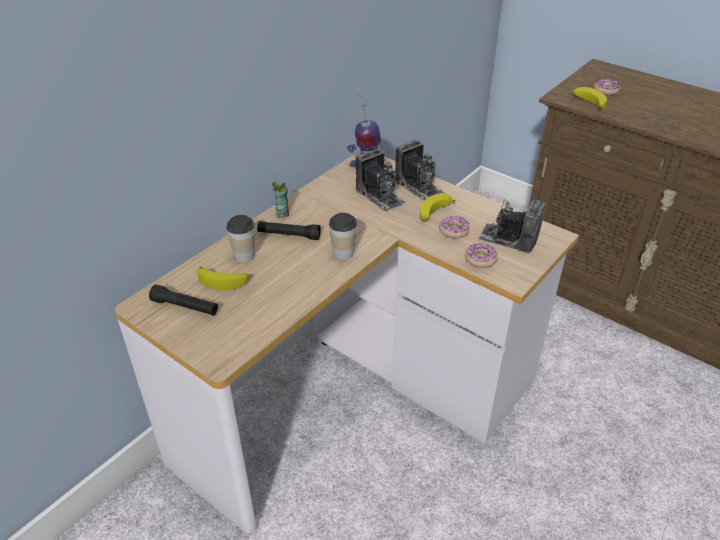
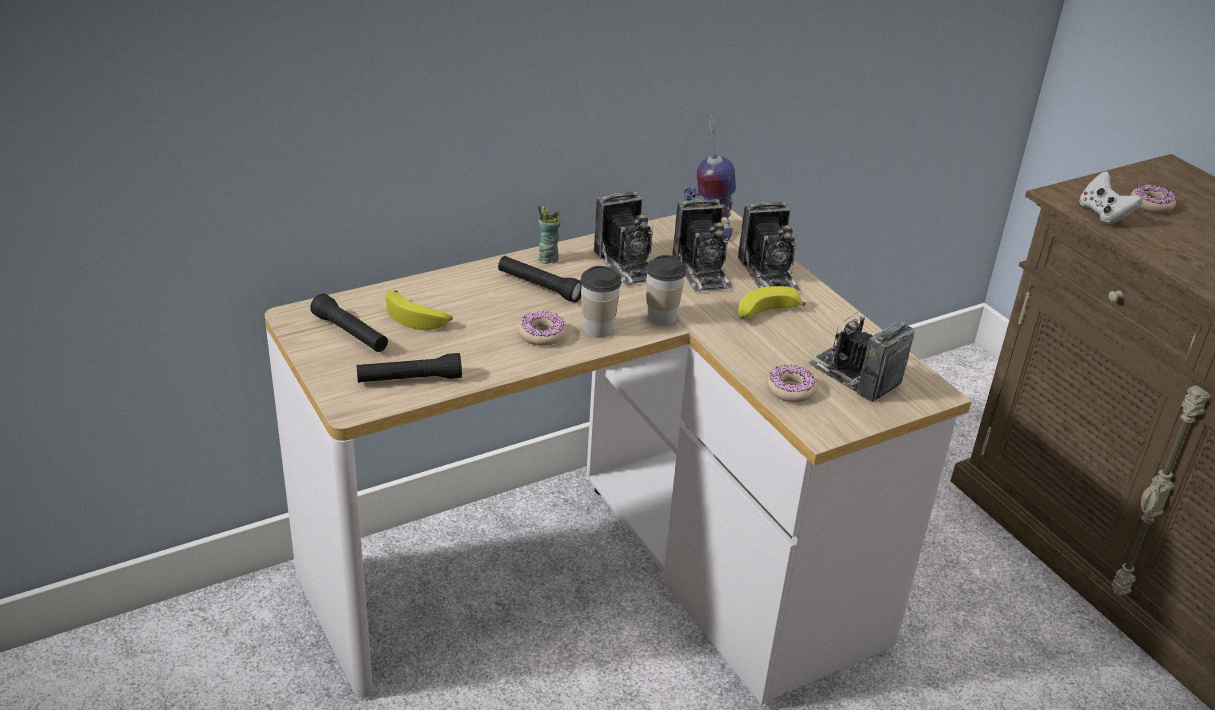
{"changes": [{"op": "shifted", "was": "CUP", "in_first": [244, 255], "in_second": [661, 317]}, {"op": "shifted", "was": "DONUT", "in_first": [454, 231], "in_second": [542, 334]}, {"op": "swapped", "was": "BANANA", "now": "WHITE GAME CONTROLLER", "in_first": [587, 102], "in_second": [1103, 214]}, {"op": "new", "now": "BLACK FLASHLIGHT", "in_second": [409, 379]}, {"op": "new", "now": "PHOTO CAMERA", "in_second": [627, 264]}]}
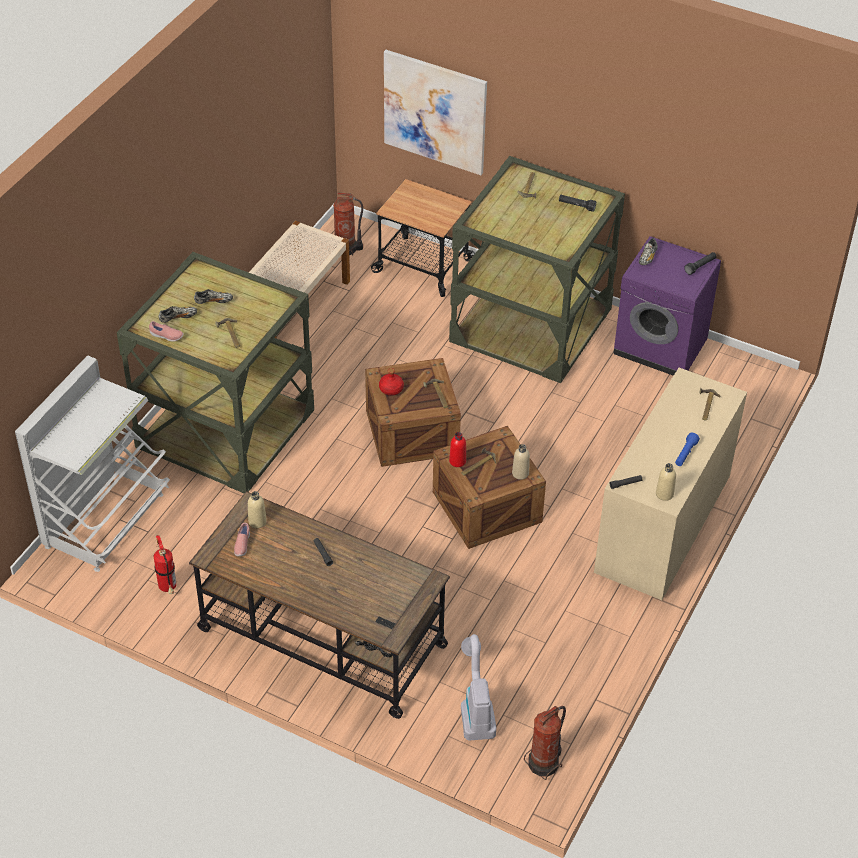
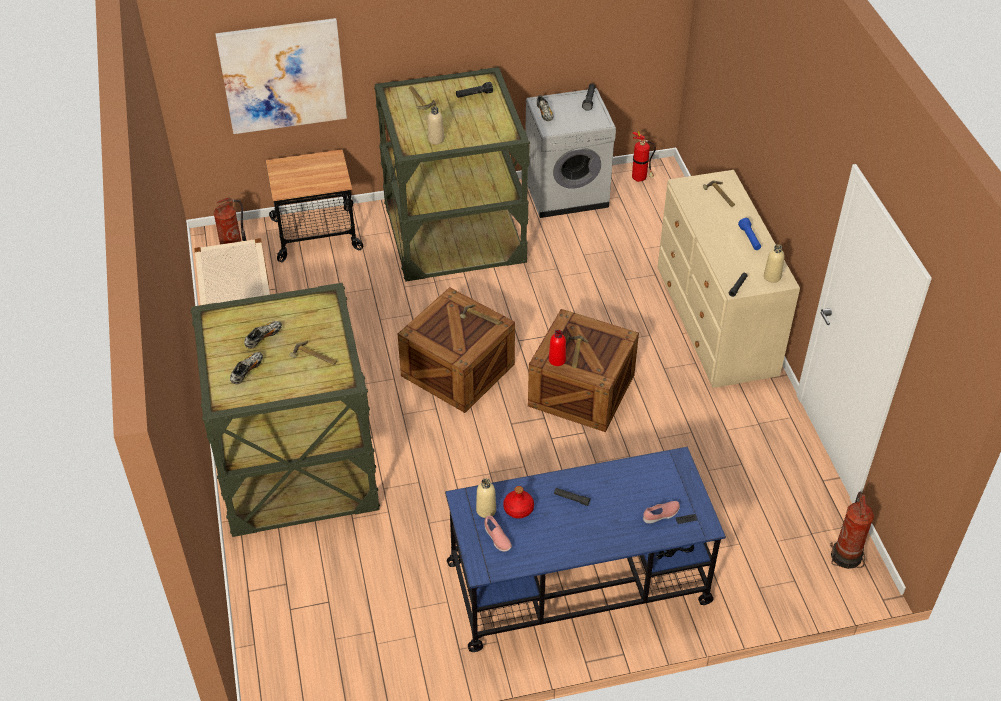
{"changes": [{"op": "gone", "was": "WHITE SHOE RACK", "in_first": [108, 522]}, {"op": "shifted", "was": "PINK SHOE", "in_first": [166, 336], "in_second": [661, 515]}, {"op": "shifted", "was": "FIRE EXTINGUISHER", "in_first": [168, 589], "in_second": [640, 179]}, {"op": "repainted", "was": "BROWN DESK", "now": "BLUE DESK", "in_first": [322, 638], "in_second": [578, 583]}, {"op": "shifted", "was": "RED BOTTLE", "in_first": [391, 389], "in_second": [519, 509]}, {"op": "gone", "was": "VACUUM CLEANER", "in_first": [475, 706]}, {"op": "shifted", "was": "BEIGE BOTTLE", "in_first": [520, 473], "in_second": [436, 139]}, {"op": "repainted", "was": "PURPLE WASHING MACHINE", "now": "WHITE WASHING MACHINE", "in_first": [659, 348], "in_second": [567, 194]}]}
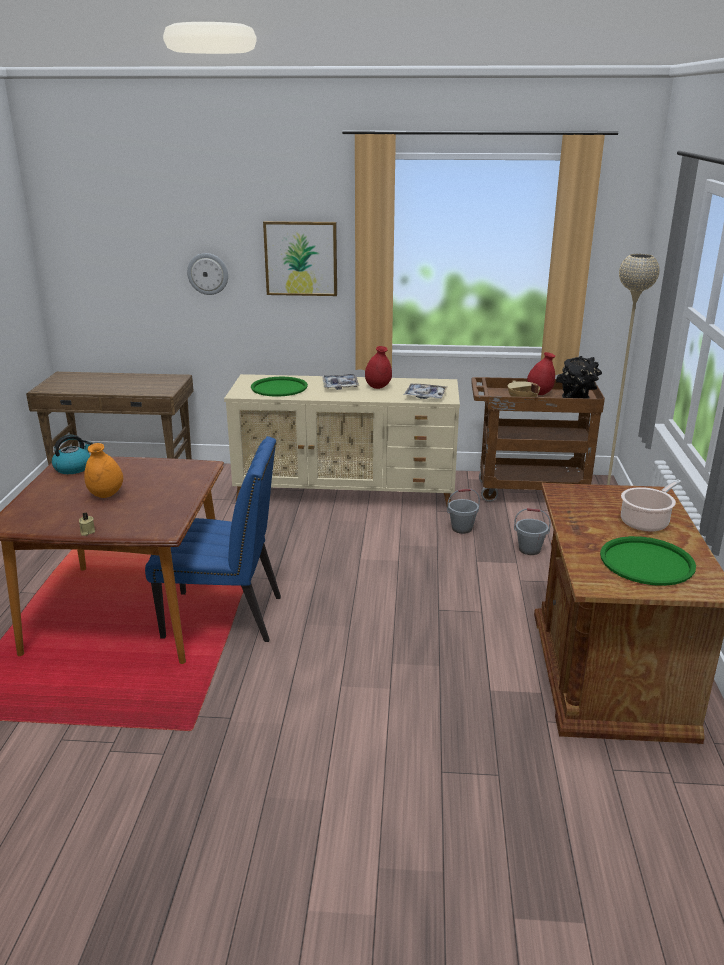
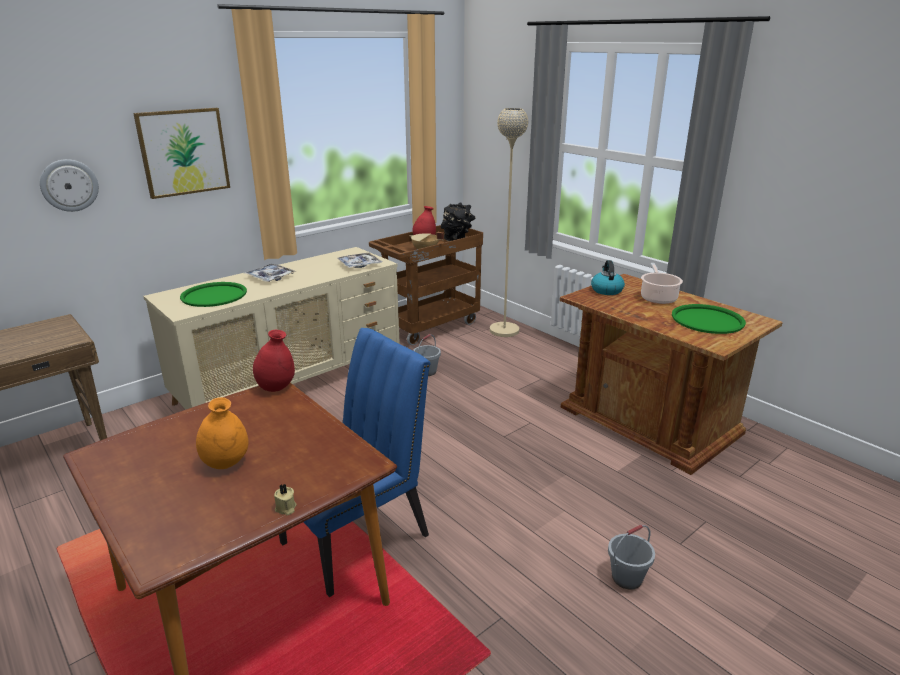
{"changes": [{"op": "shifted", "was": "KETTLE", "in_first": [73, 468], "in_second": [606, 290]}, {"op": "shifted", "was": "RED VASE", "in_first": [378, 387], "in_second": [276, 387]}, {"op": "shifted", "was": "GREY BUCKET", "in_first": [529, 549], "in_second": [626, 577]}]}
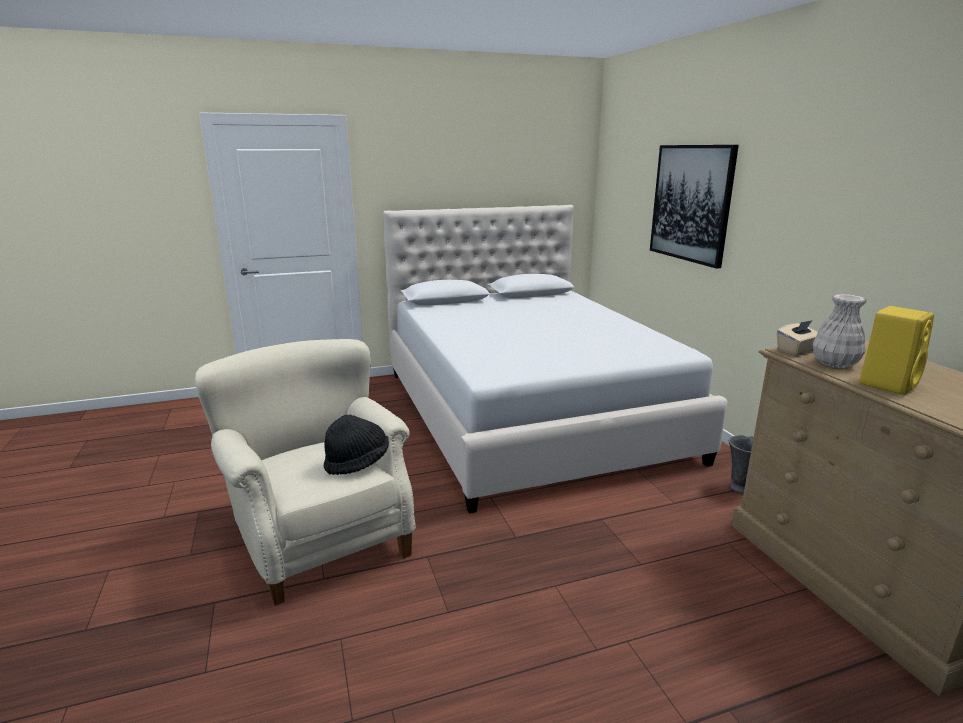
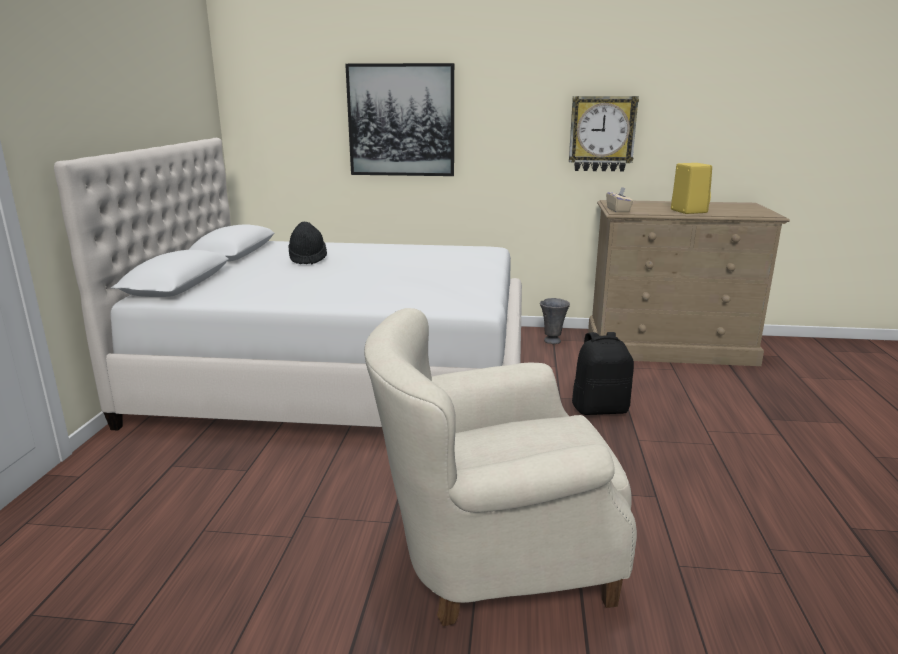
{"changes": [{"op": "shifted", "was": "BLACK HAT", "in_first": [357, 462], "in_second": [308, 259]}, {"op": "gone", "was": "WHITE VASE", "in_first": [835, 363]}, {"op": "new", "now": "WALL CLOCK", "in_second": [602, 134]}, {"op": "new", "now": "BLACK BACKPACK", "in_second": [600, 409]}]}
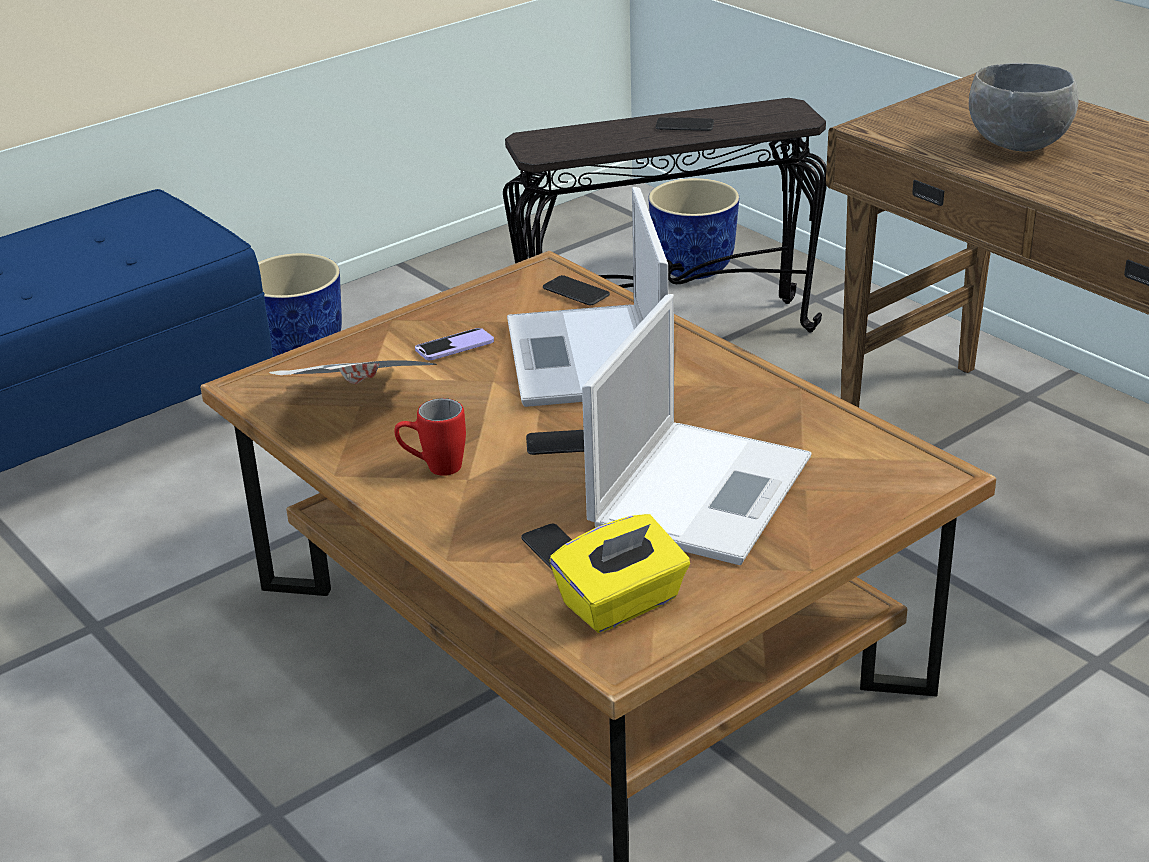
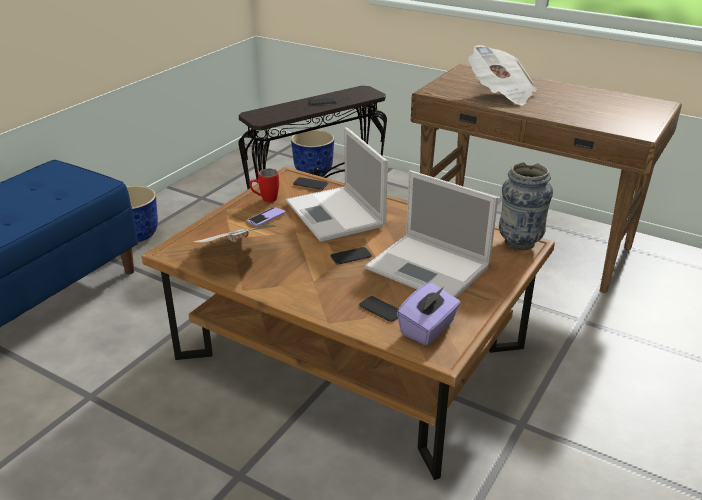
{"changes": [{"op": "shifted", "was": "RED MUG", "in_first": [433, 468], "in_second": [265, 200]}, {"op": "repainted", "was": "YELLOW TISSUE BOX", "now": "PURPLE TISSUE BOX", "in_first": [621, 603], "in_second": [428, 329]}, {"op": "rotated", "was": "LAPTOP", "in_first": [702, 490], "in_second": [430, 268], "clockwise": 120}, {"op": "swapped", "was": "GREY BOWL", "now": "NEWSPAPER", "in_first": [1018, 146], "in_second": [501, 93]}, {"op": "new", "now": "VASE", "in_second": [519, 242]}]}
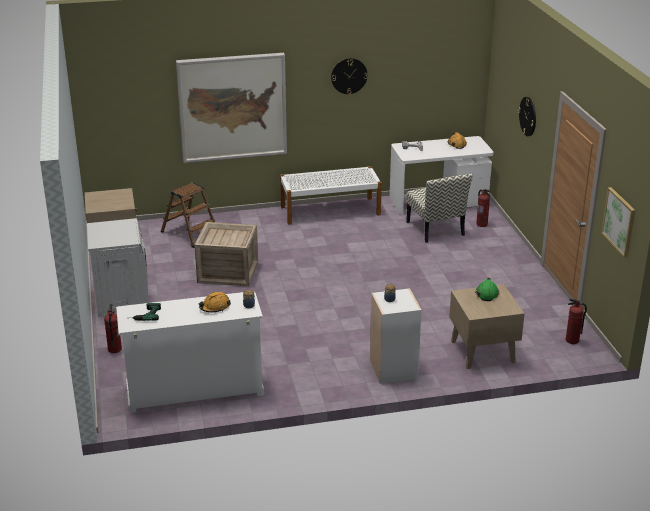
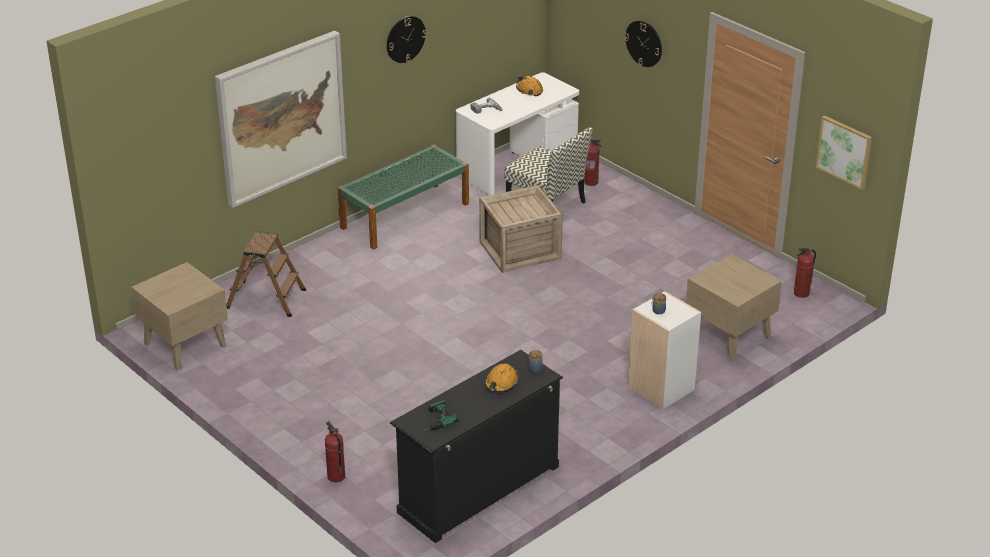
{"changes": [{"op": "gone", "was": "WHITE WASHING MACHINE", "in_first": [122, 300]}, {"op": "repainted", "was": "WHITE CABINET", "now": "BLACK CABINET", "in_first": [194, 390], "in_second": [478, 489]}, {"op": "shifted", "was": "CRATE", "in_first": [227, 272], "in_second": [519, 250]}, {"op": "repainted", "was": "WHITE BENCH", "now": "GREEN BENCH", "in_first": [330, 210], "in_second": [404, 215]}, {"op": "gone", "was": "GREEN HARD HAT", "in_first": [487, 294]}]}
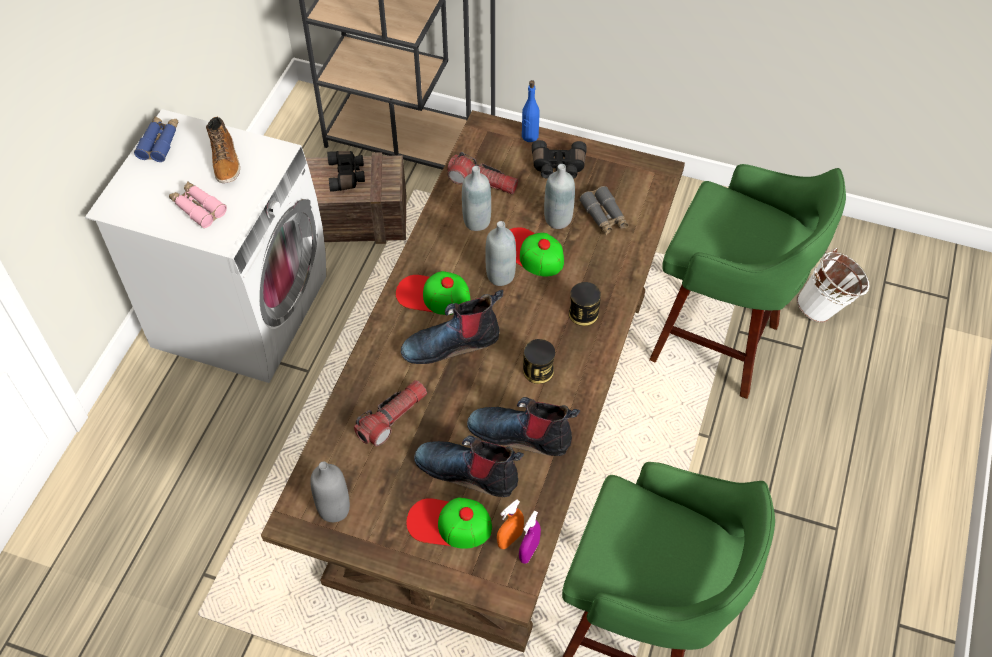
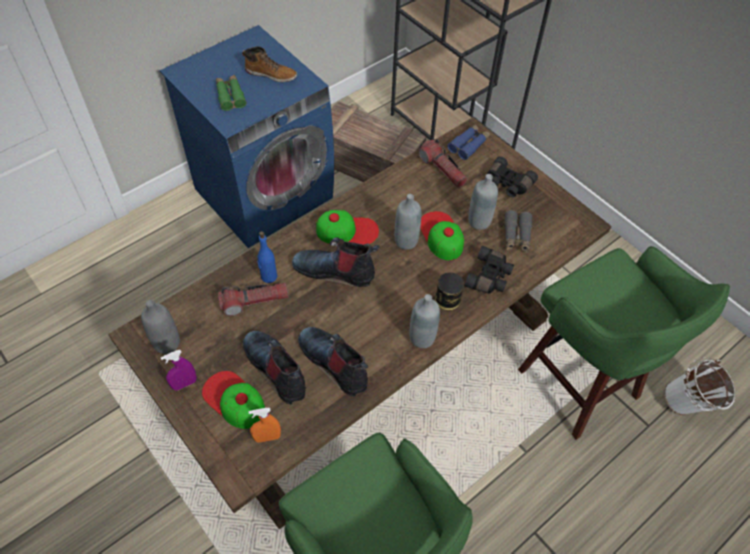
{"changes": [{"op": "repainted", "was": "WHITE WASHING MACHINE", "now": "BLUE WASHING MACHINE", "in_first": [239, 309], "in_second": [264, 191]}, {"op": "shifted", "was": "BLUE BINOCULARS", "in_first": [159, 143], "in_second": [469, 145]}, {"op": "repainted", "was": "PINK BINOCULARS", "now": "GREEN BINOCULARS", "in_first": [198, 208], "in_second": [230, 96]}, {"op": "rotated", "was": "BOOT", "in_first": [225, 161], "in_second": [271, 74], "clockwise": -90}, {"op": "shifted", "was": "BLACK BINOCULARS", "in_first": [347, 175], "in_second": [489, 277]}, {"op": "rotated", "was": "CAP", "in_first": [433, 295], "in_second": [347, 231], "clockwise": 135}, {"op": "shifted", "was": "GREY BOTTLE", "in_first": [476, 221], "in_second": [422, 338]}, {"op": "shifted", "was": "PURPLE SPRAY BOTTLE", "in_first": [529, 552], "in_second": [184, 384]}, {"op": "shifted", "was": "BLUE BOTTLE", "in_first": [529, 136], "in_second": [268, 276]}, {"op": "gone", "was": "CAN", "in_first": [538, 370]}]}
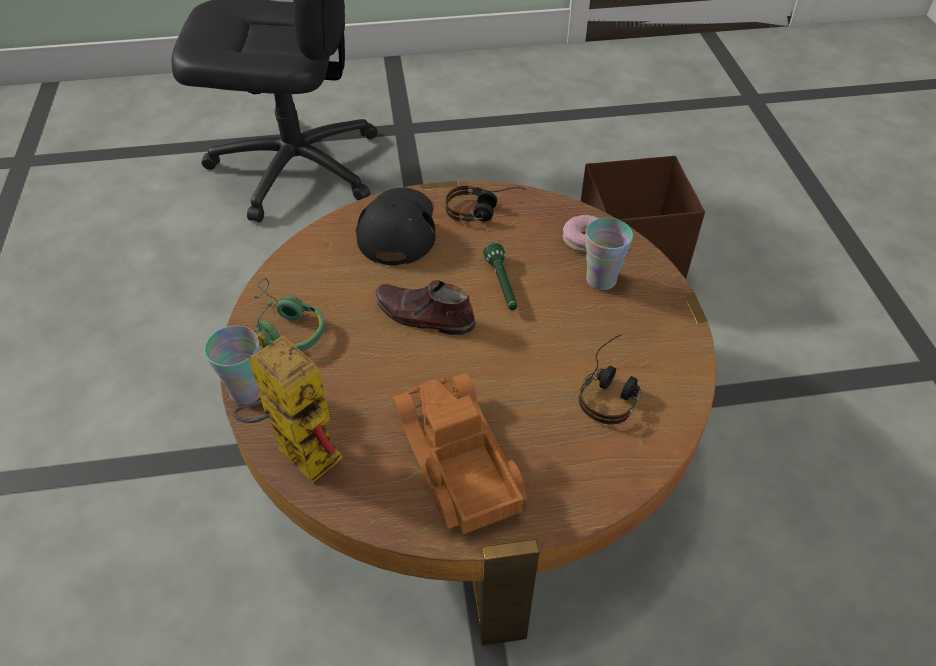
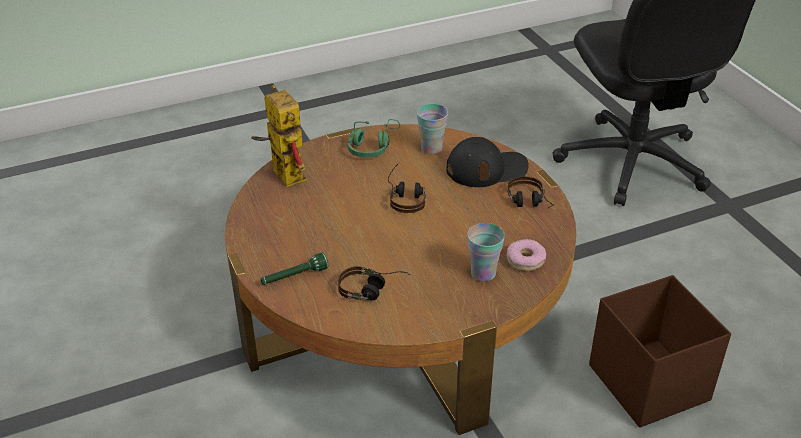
{"changes": [{"op": "shifted", "was": "CUP", "in_first": [247, 391], "in_second": [431, 148]}, {"op": "rotated", "was": "TOY ROBOT", "in_first": [296, 450], "in_second": [282, 172], "clockwise": -60}, {"op": "swapped", "was": "BROWN SHOE", "now": "HEADPHONES", "in_first": [423, 316], "in_second": [406, 196]}, {"op": "gone", "was": "TOY TRUCK", "in_first": [455, 460]}, {"op": "shifted", "was": "GREEN FLASHLIGHT", "in_first": [502, 285], "in_second": [294, 277]}]}
